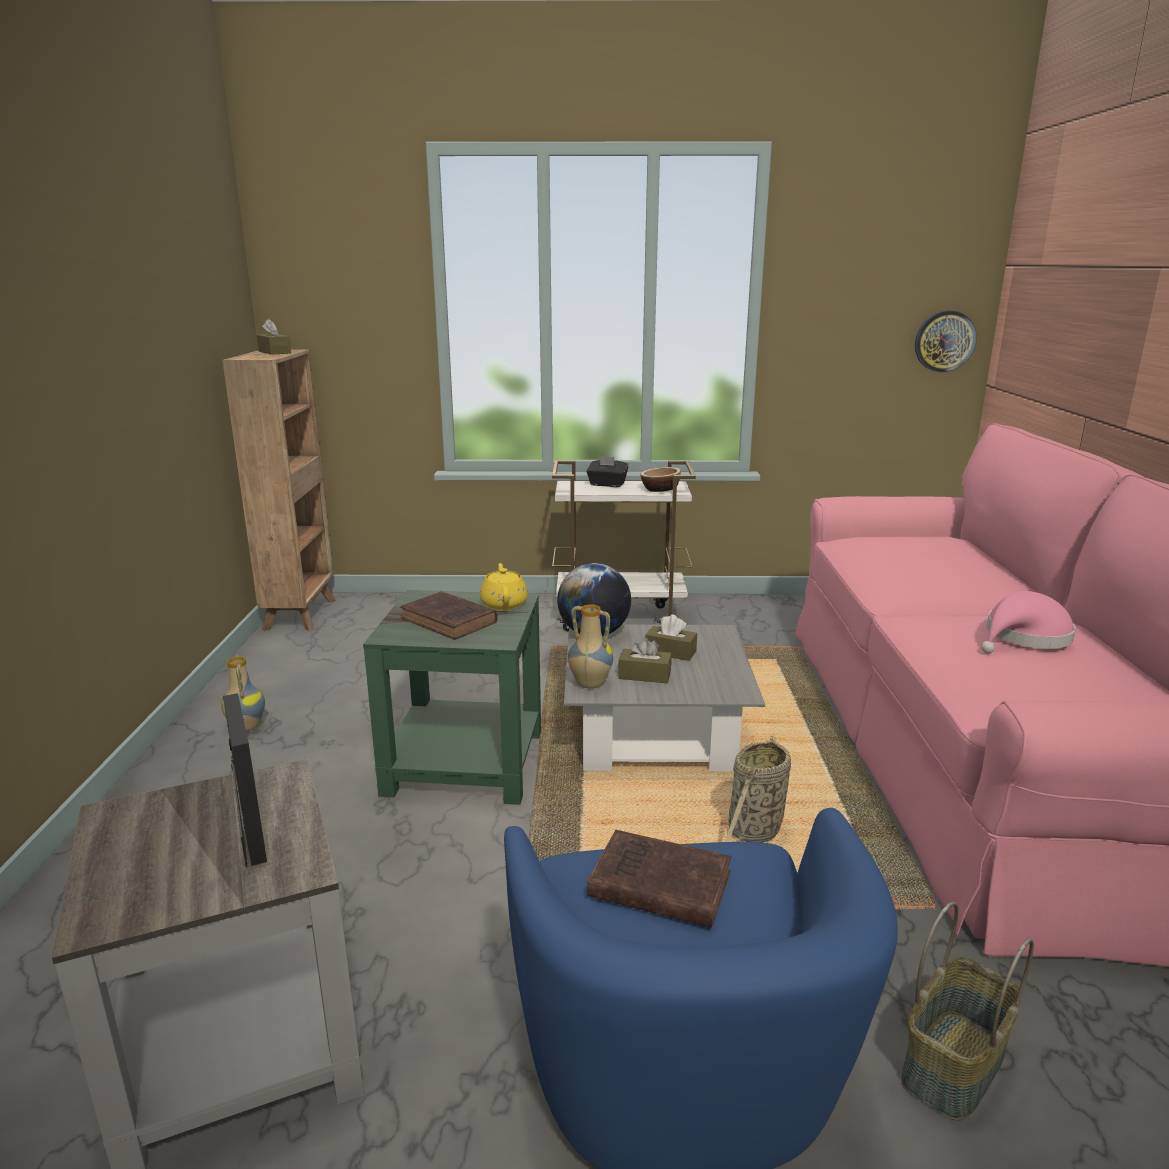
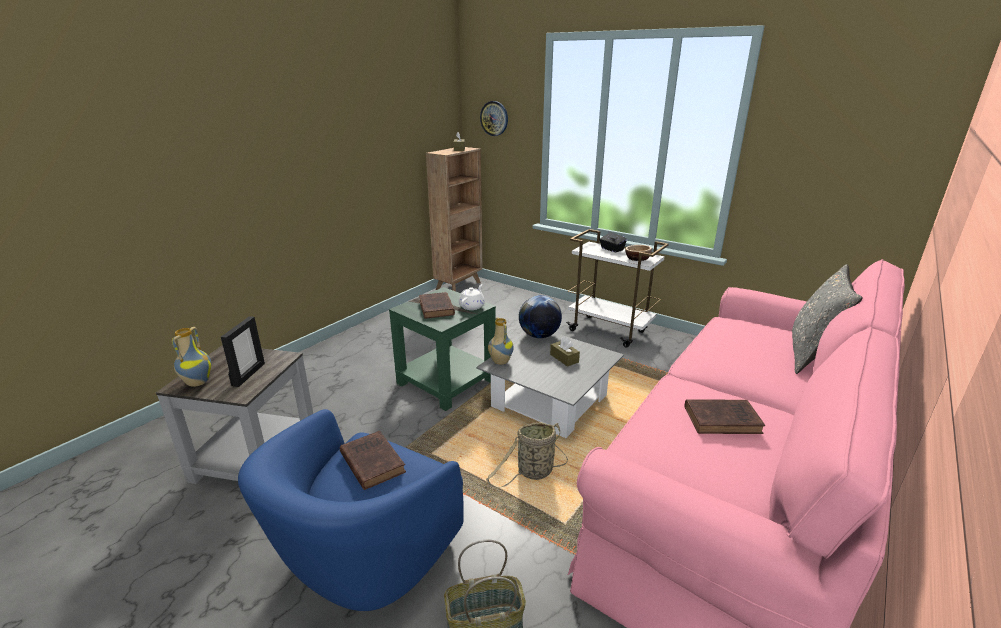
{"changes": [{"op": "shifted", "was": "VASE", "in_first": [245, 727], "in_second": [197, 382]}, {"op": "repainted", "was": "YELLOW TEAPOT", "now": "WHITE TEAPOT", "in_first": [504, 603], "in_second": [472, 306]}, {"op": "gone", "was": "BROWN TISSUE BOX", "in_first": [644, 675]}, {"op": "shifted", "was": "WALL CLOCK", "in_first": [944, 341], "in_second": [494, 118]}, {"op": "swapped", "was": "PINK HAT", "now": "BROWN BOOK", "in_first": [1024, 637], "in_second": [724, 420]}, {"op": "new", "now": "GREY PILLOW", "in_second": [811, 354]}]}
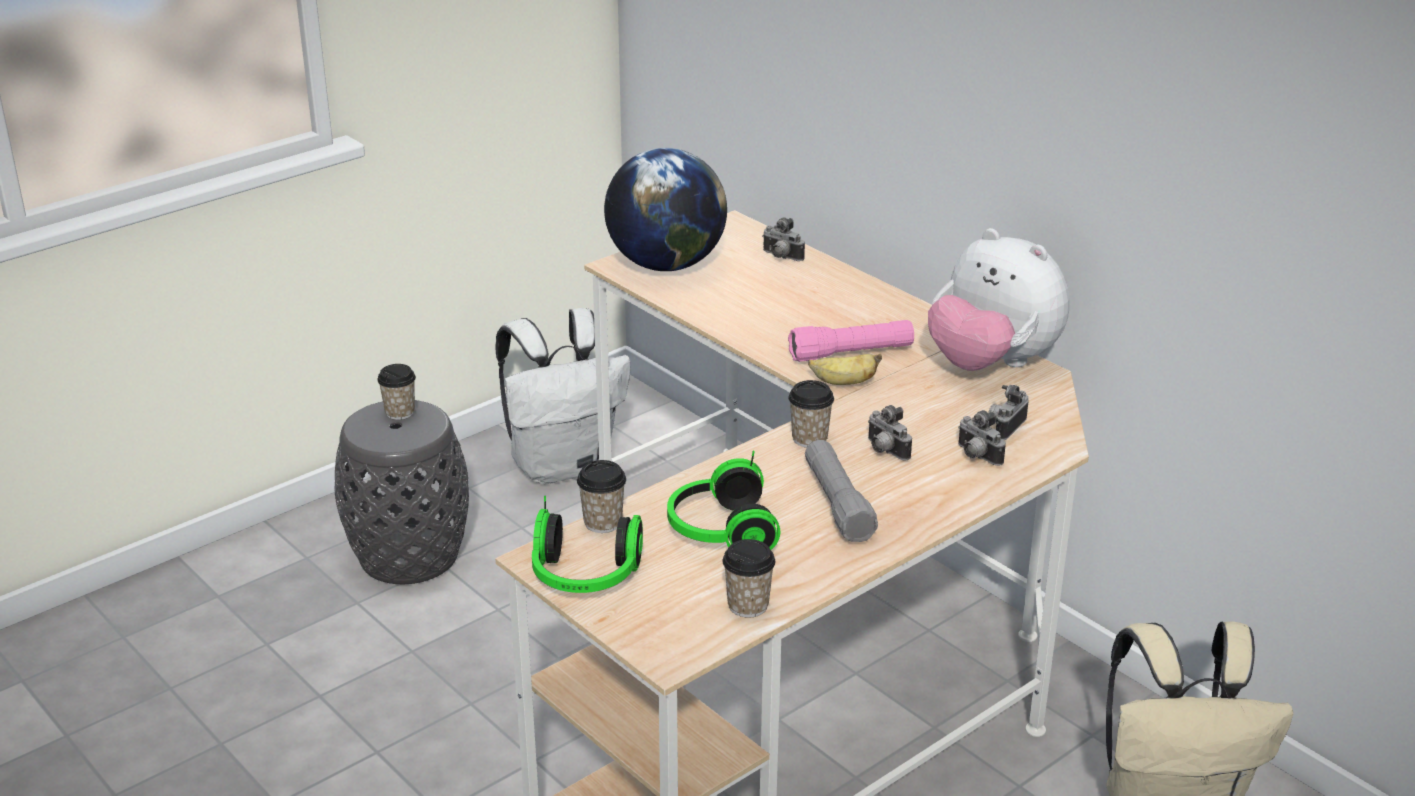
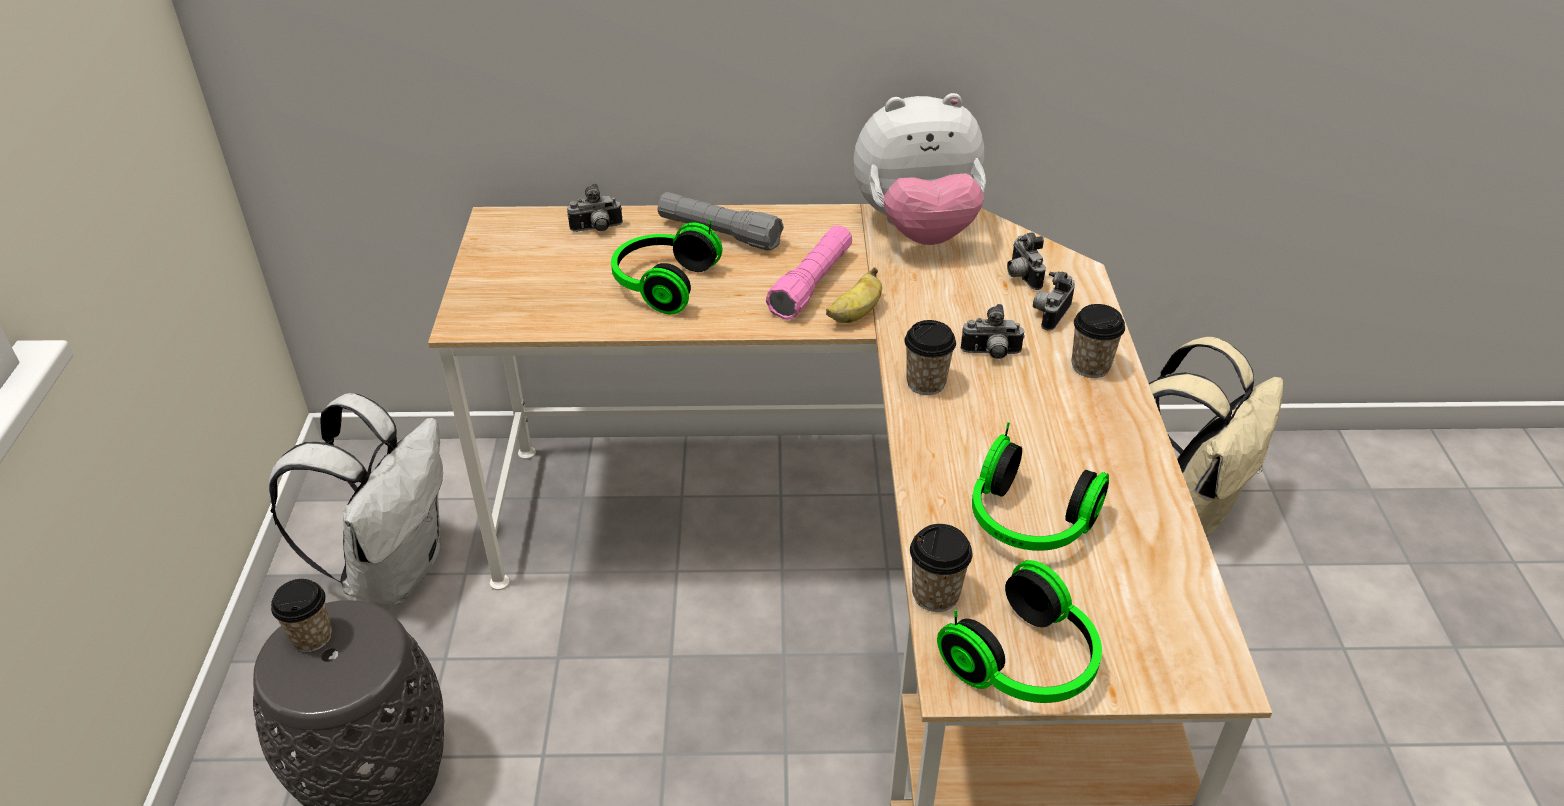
{"changes": [{"op": "gone", "was": "GLOBE", "in_first": [666, 265]}, {"op": "shifted", "was": "CUP", "in_first": [748, 605], "in_second": [1090, 366]}, {"op": "shifted", "was": "GREY FLASHLIGHT", "in_first": [837, 504], "in_second": [719, 234]}, {"op": "rotated", "was": "PHOTO CAMERA", "in_first": [976, 456], "in_second": [1050, 314], "clockwise": 120}, {"op": "new", "now": "HEADPHONES", "in_second": [661, 284]}]}
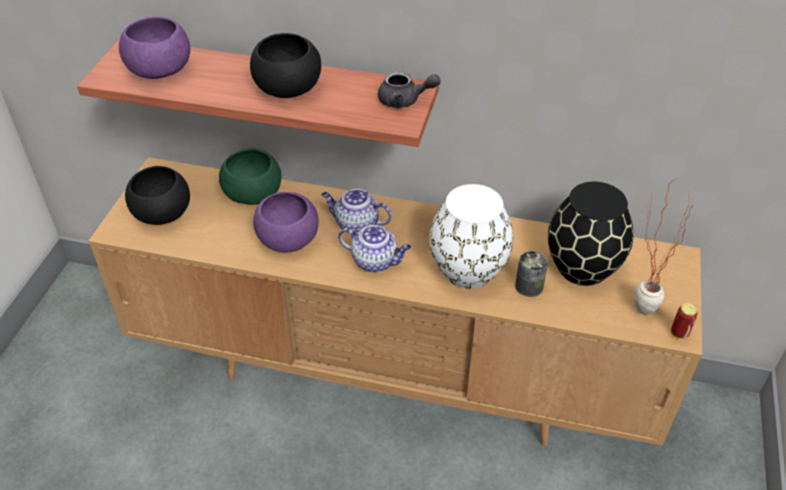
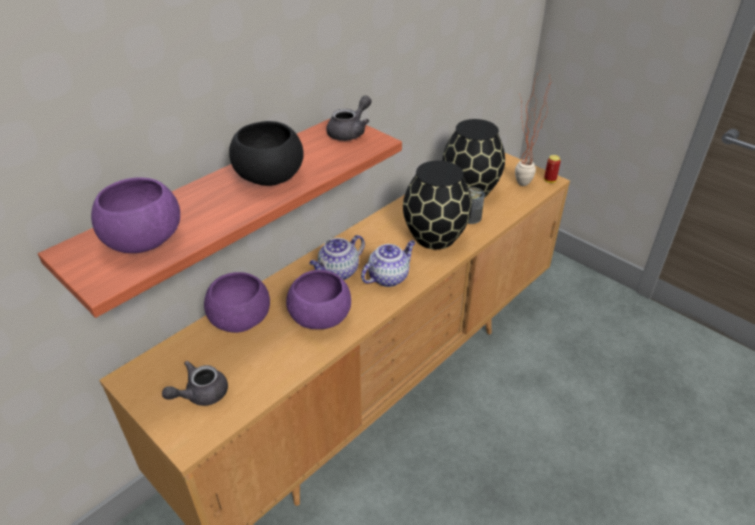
{"changes": [{"op": "swapped", "was": "BLACK BOWL", "now": "GREY TEAPOT", "in_first": [162, 213], "in_second": [200, 394]}, {"op": "repainted", "was": "GREEN BOWL", "now": "PURPLE BOWL", "in_first": [253, 195], "in_second": [241, 320]}, {"op": "repainted", "was": "WHITE VASE", "now": "BLACK VASE", "in_first": [468, 269], "in_second": [434, 236]}]}
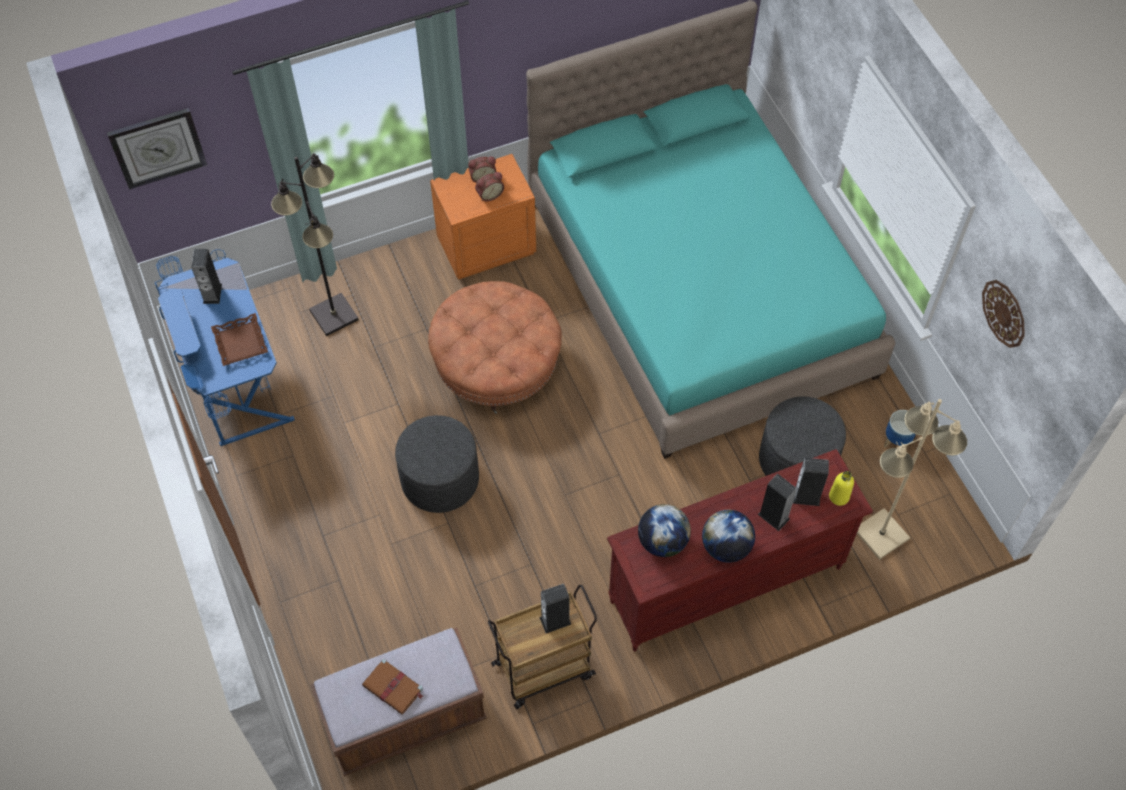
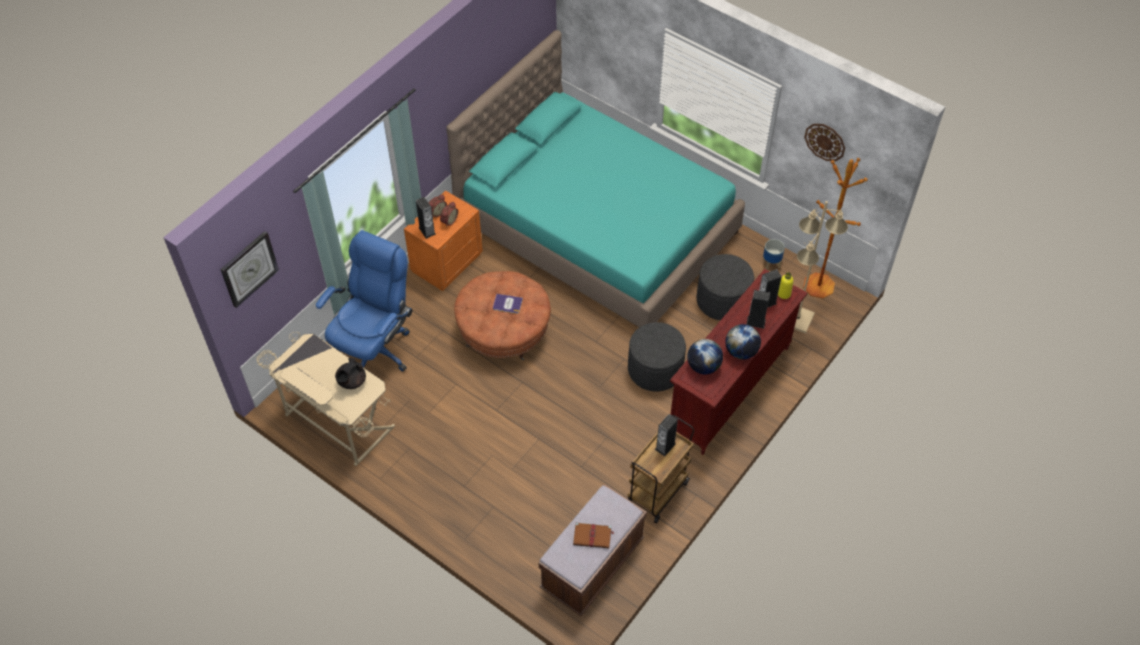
{"changes": [{"op": "repainted", "was": "BLUE DESK", "now": "BEIGE DESK", "in_first": [234, 383], "in_second": [337, 423]}, {"op": "shifted", "was": "SPEAKER", "in_first": [212, 293], "in_second": [427, 231]}, {"op": "swapped", "was": "BROWN TRAY", "now": "BLACK TEAPOT", "in_first": [240, 343], "in_second": [351, 381]}, {"op": "swapped", "was": "BLACK FLOOR LAMP", "now": "BLUE OFFICE CHAIR", "in_first": [335, 315], "in_second": [375, 350]}, {"op": "shifted", "was": "GREY OTTOMAN", "in_first": [440, 479], "in_second": [655, 369]}, {"op": "new", "now": "BOOK", "in_second": [507, 304]}, {"op": "new", "now": "ORANGE CLOTHES RACK", "in_second": [819, 285]}]}
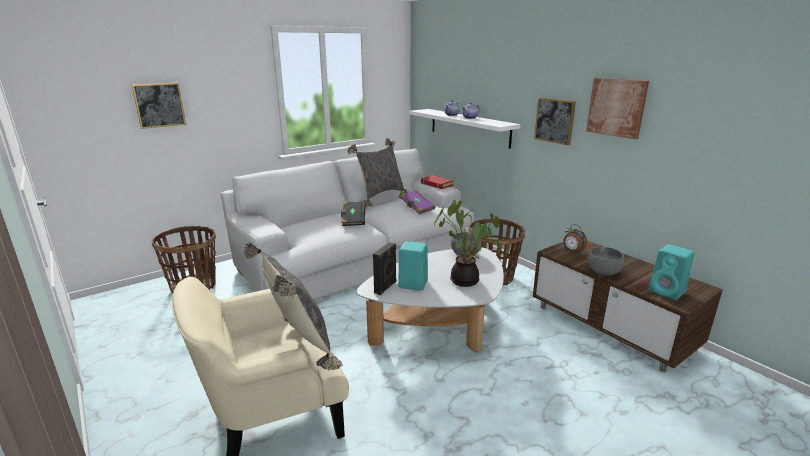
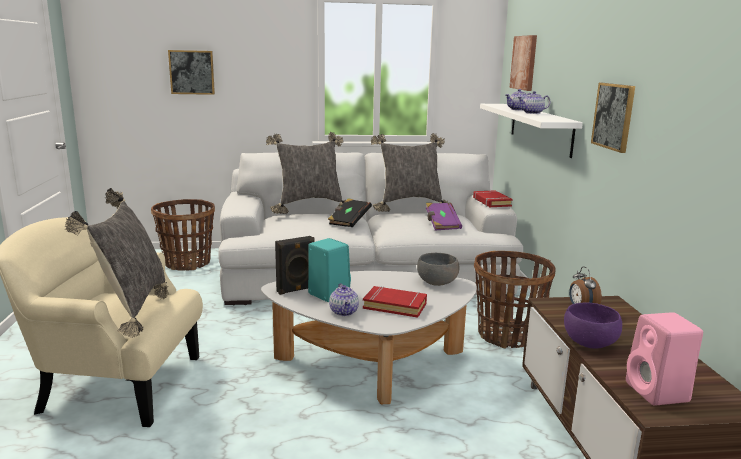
{"changes": [{"op": "swapped", "was": "POTTED PLANT", "now": "RED BOOK", "in_first": [466, 279], "in_second": [395, 306]}, {"op": "shifted", "was": "PICTURE", "in_first": [616, 107], "in_second": [524, 62]}, {"op": "repainted", "was": "GREY BOWL", "now": "PURPLE BOWL", "in_first": [603, 271], "in_second": [590, 342]}, {"op": "repainted", "was": "TURQUOISE SPEAKER", "now": "PINK SPEAKER", "in_first": [668, 292], "in_second": [658, 393]}, {"op": "new", "now": "PILLOW", "in_second": [308, 212]}, {"op": "new", "now": "TEAPOT", "in_second": [344, 312]}]}
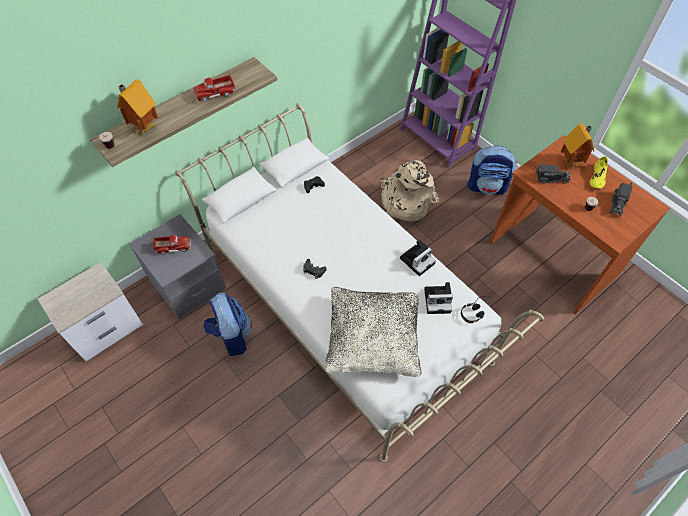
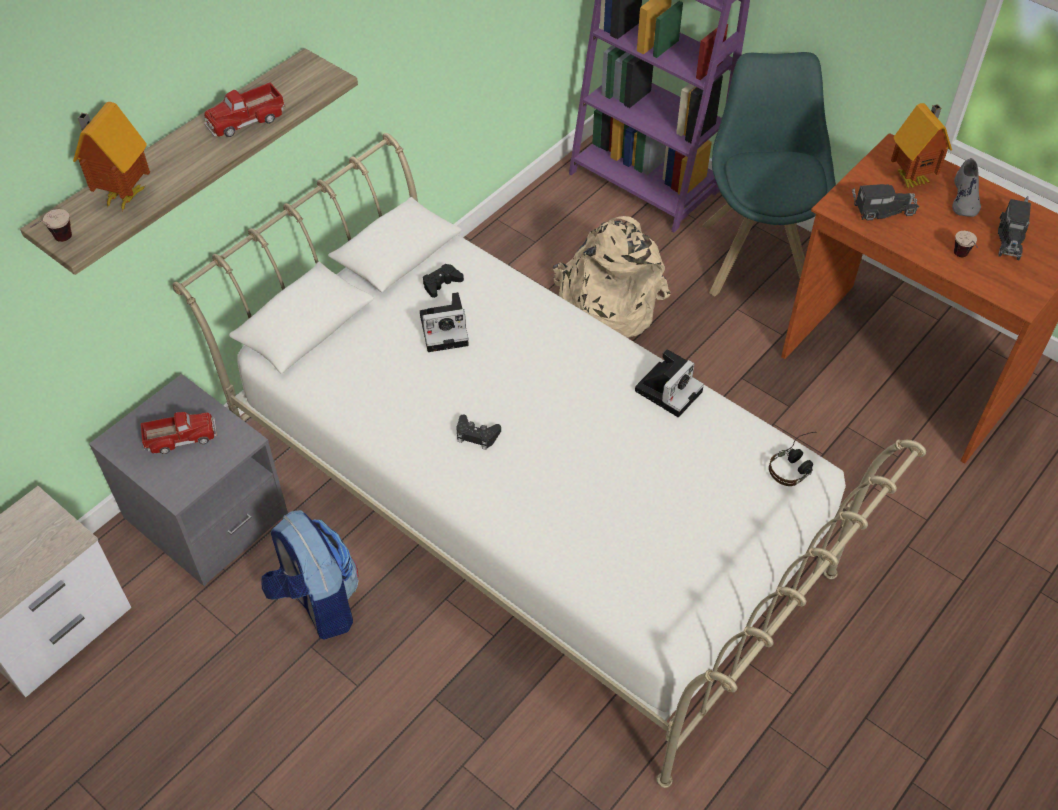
{"changes": [{"op": "gone", "was": "BEIGE PILLOW", "in_first": [373, 336]}, {"op": "shifted", "was": "PHOTO CAMERA", "in_first": [438, 300], "in_second": [446, 329]}, {"op": "swapped", "was": "BACKPACK", "now": "TURQUOISE CHAIR", "in_first": [487, 187], "in_second": [755, 257]}, {"op": "repainted", "was": "YELLOW SHOE", "now": "GREY SHOE", "in_first": [597, 177], "in_second": [965, 198]}]}
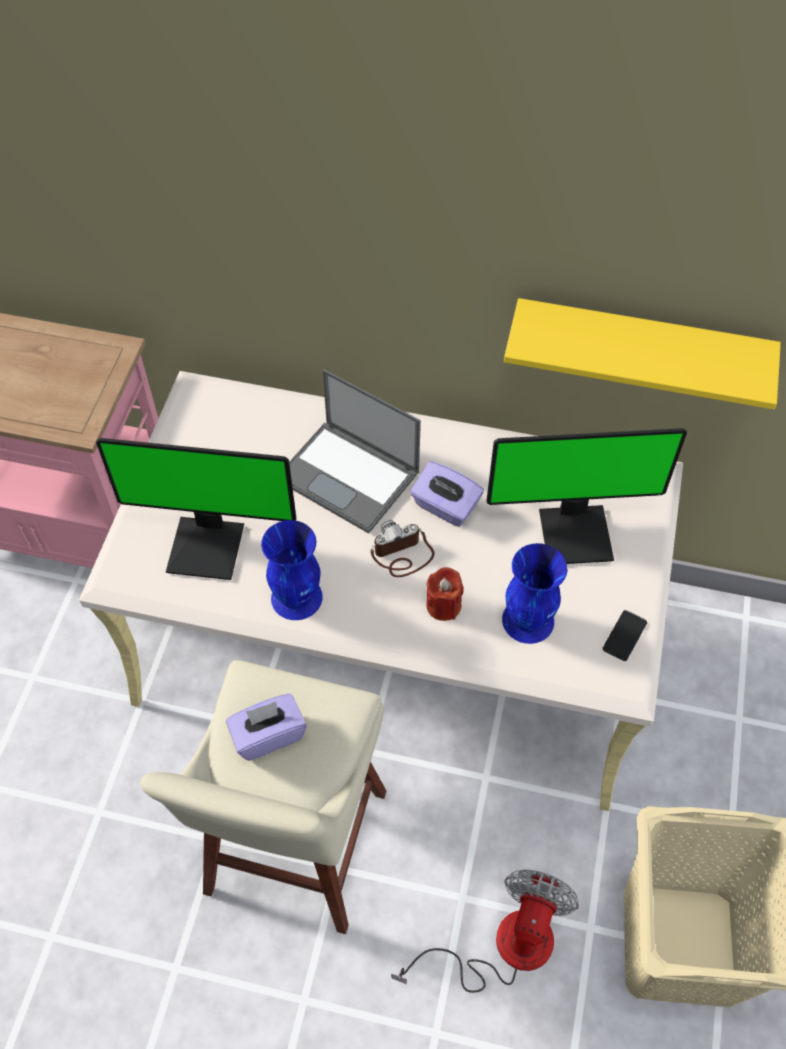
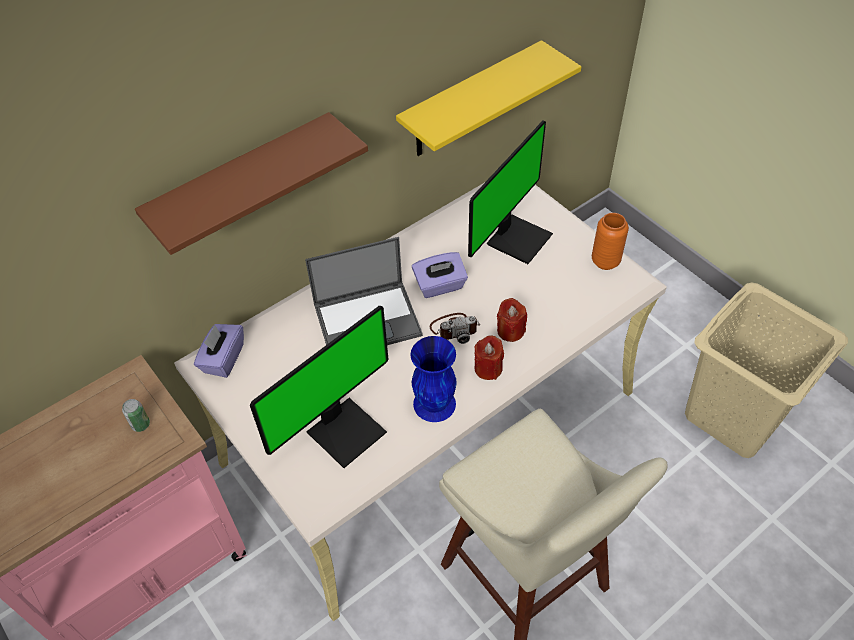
{"changes": [{"op": "shifted", "was": "PURPLE TISSUE BOX", "in_first": [268, 735], "in_second": [223, 359]}, {"op": "rotated", "was": "PHOTO CAMERA", "in_first": [402, 555], "in_second": [454, 328], "clockwise": -120}, {"op": "gone", "was": "FAN", "in_first": [503, 947]}, {"op": "gone", "was": "BLUE VASE", "in_first": [529, 620]}, {"op": "swapped", "was": "PHONE", "now": "ORANGE VASE", "in_first": [624, 636], "in_second": [605, 261]}, {"op": "new", "now": "CAN", "in_second": [141, 424]}, {"op": "new", "now": "BROWN SHELF", "in_second": [243, 185]}, {"op": "new", "now": "RED CANDLE", "in_second": [488, 368]}]}
